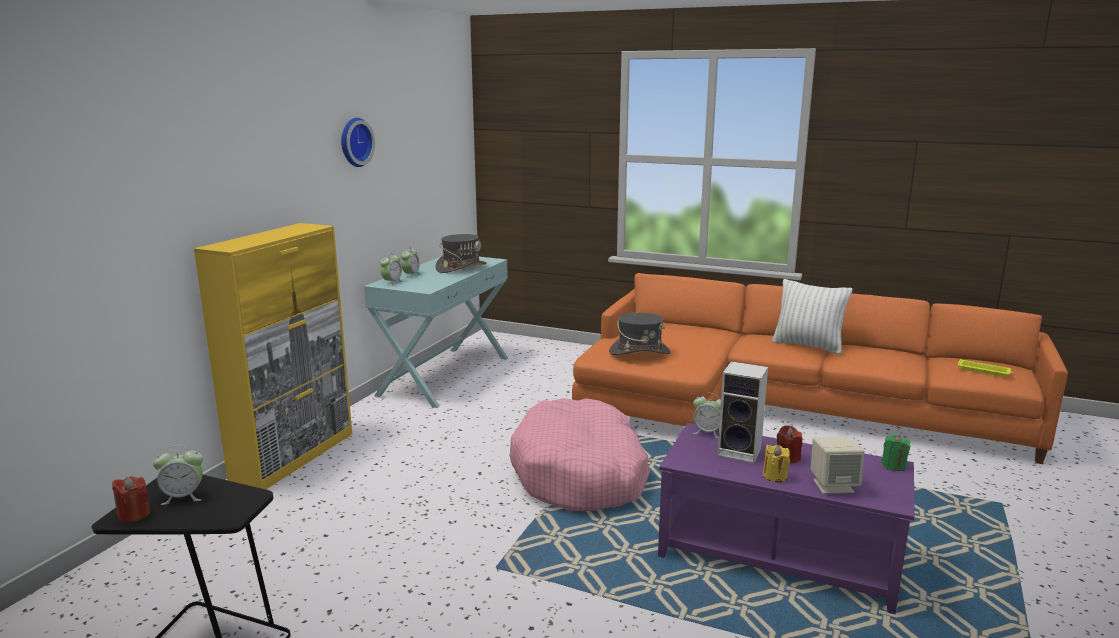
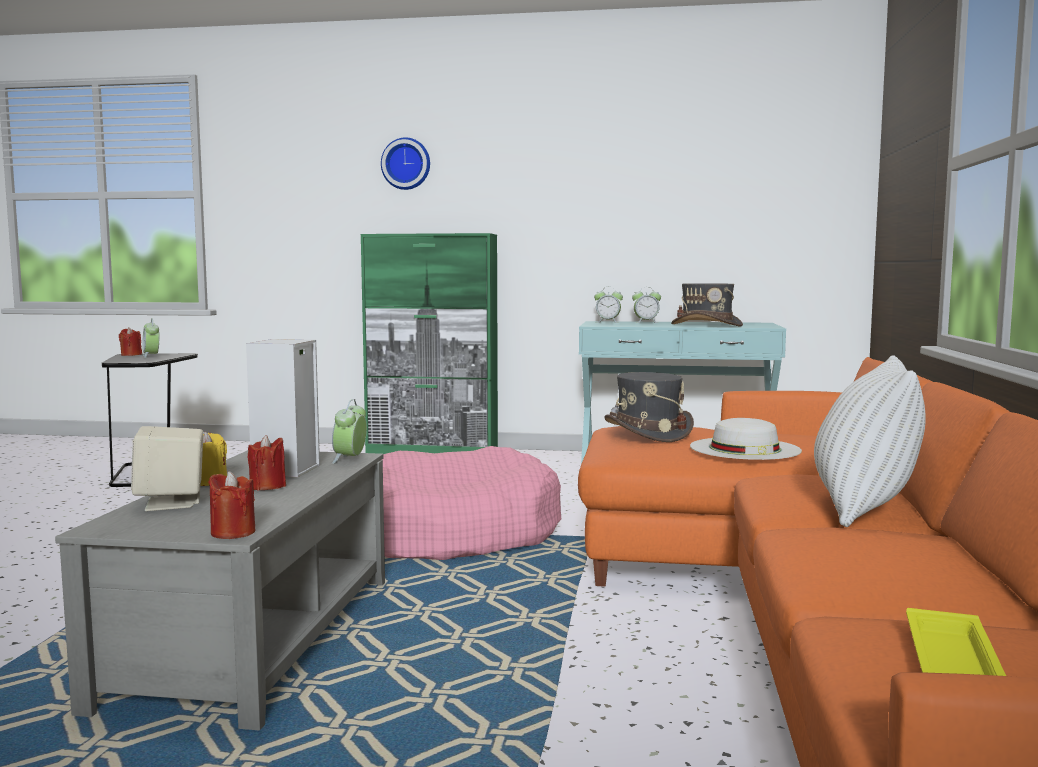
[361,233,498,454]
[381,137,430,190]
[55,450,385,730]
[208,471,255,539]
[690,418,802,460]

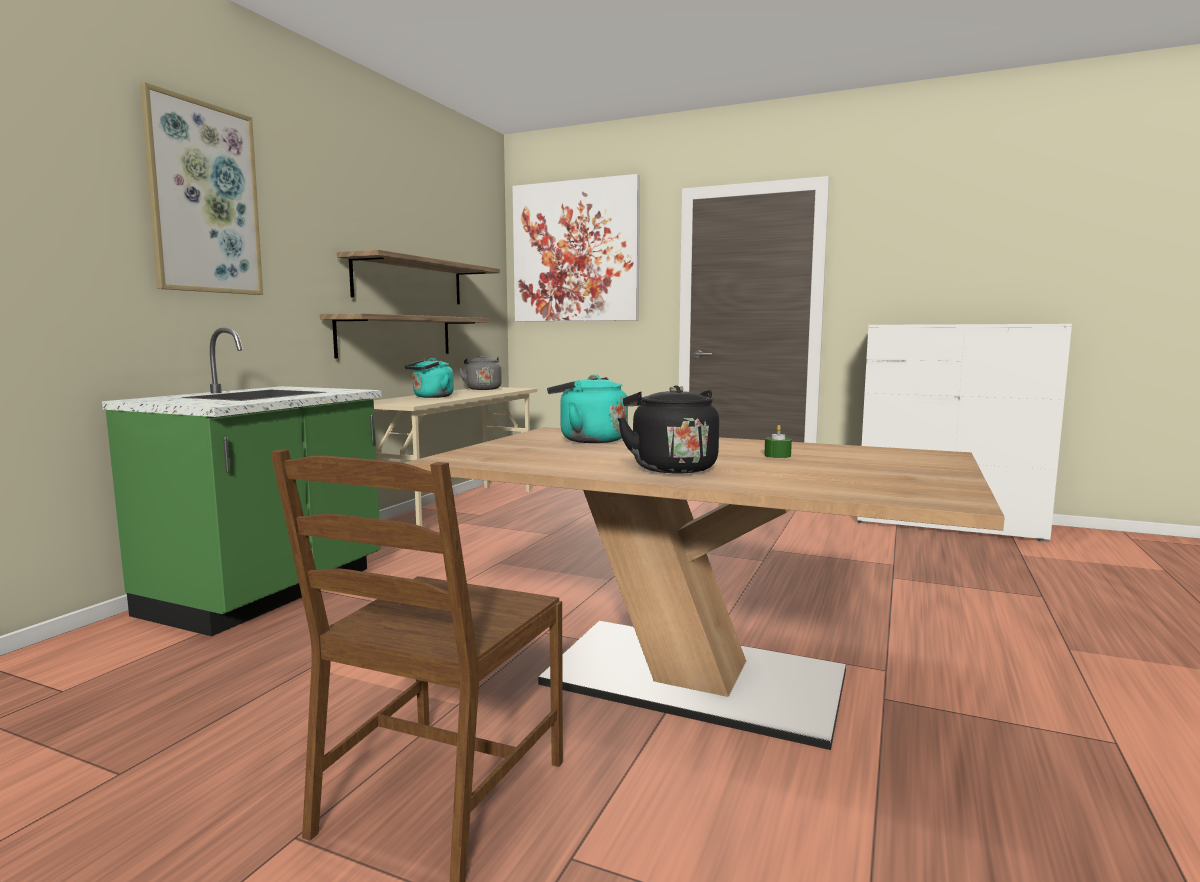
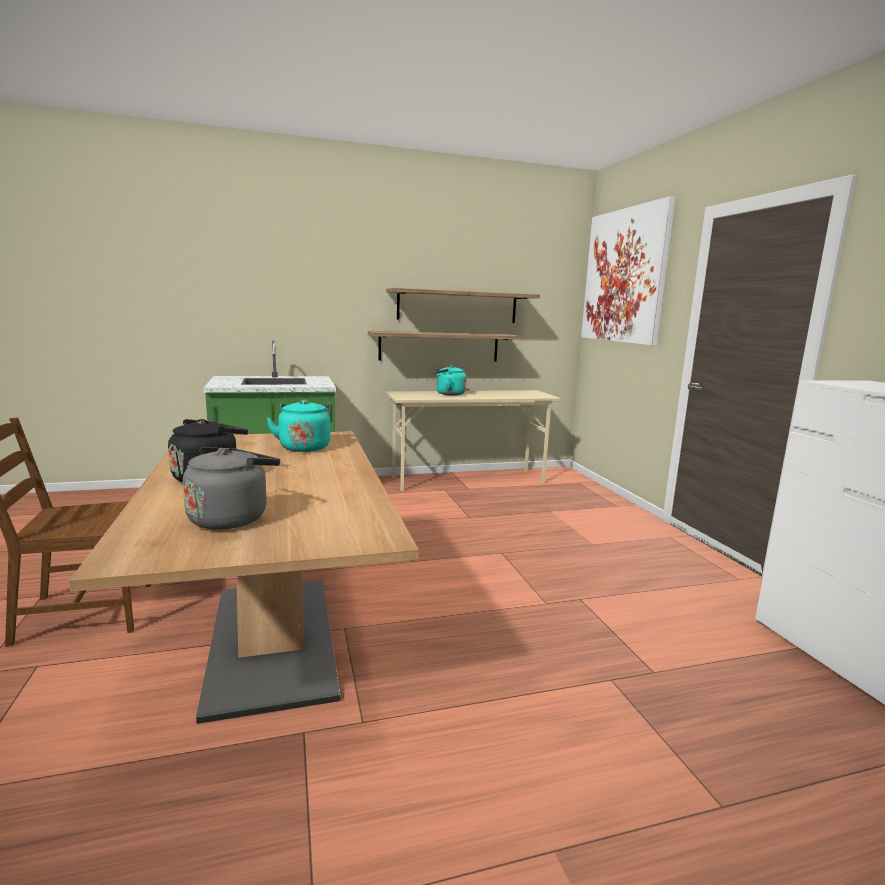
[140,82,263,295] (first image)
[183,447,280,530]
[764,425,792,458] (first image)

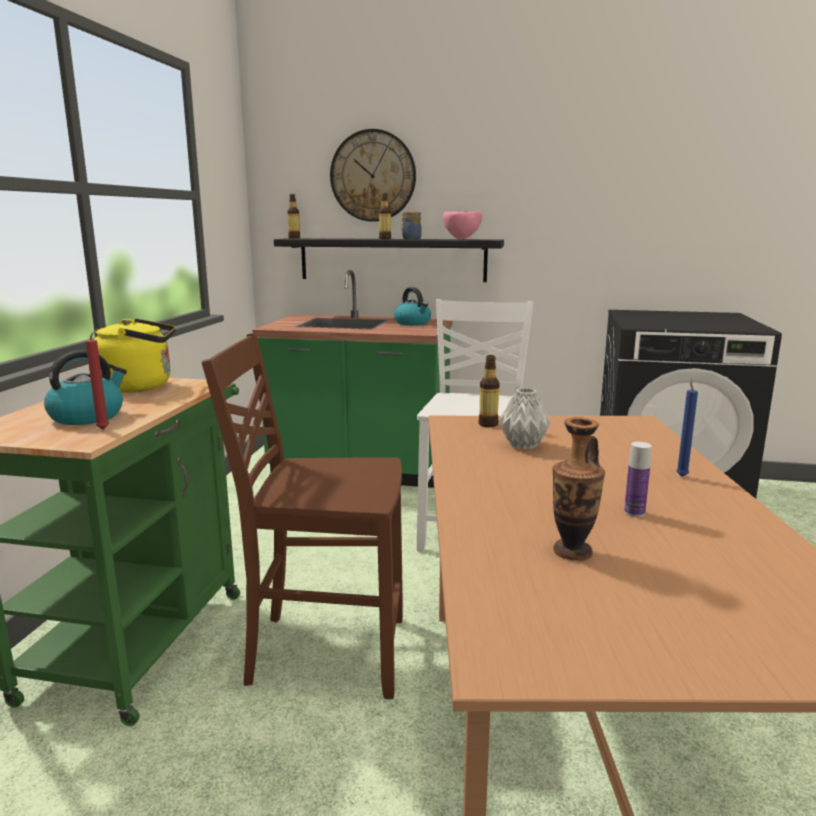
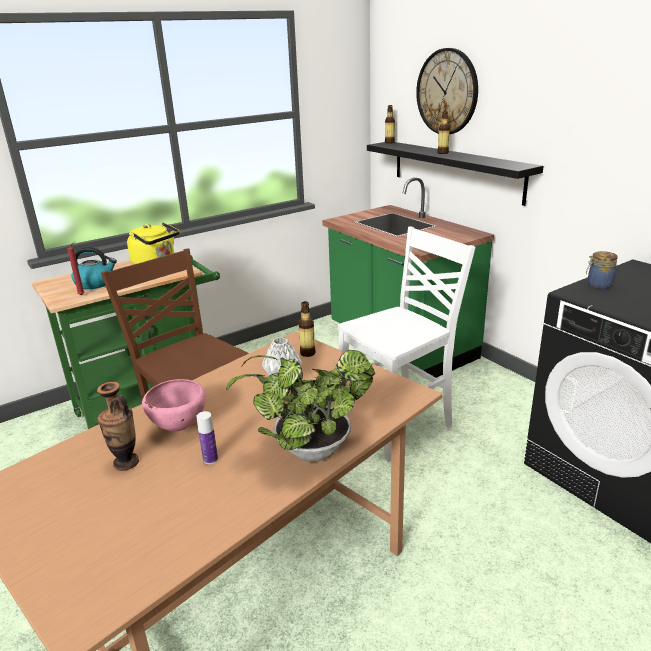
[394,287,431,325] (first image)
[586,251,617,289]
[142,379,206,431]
[226,350,375,462]

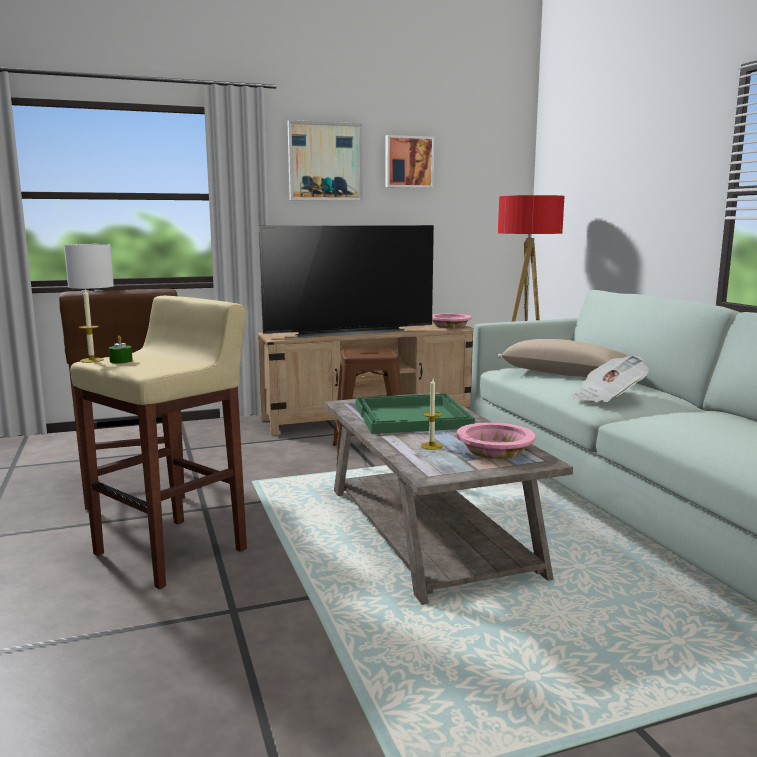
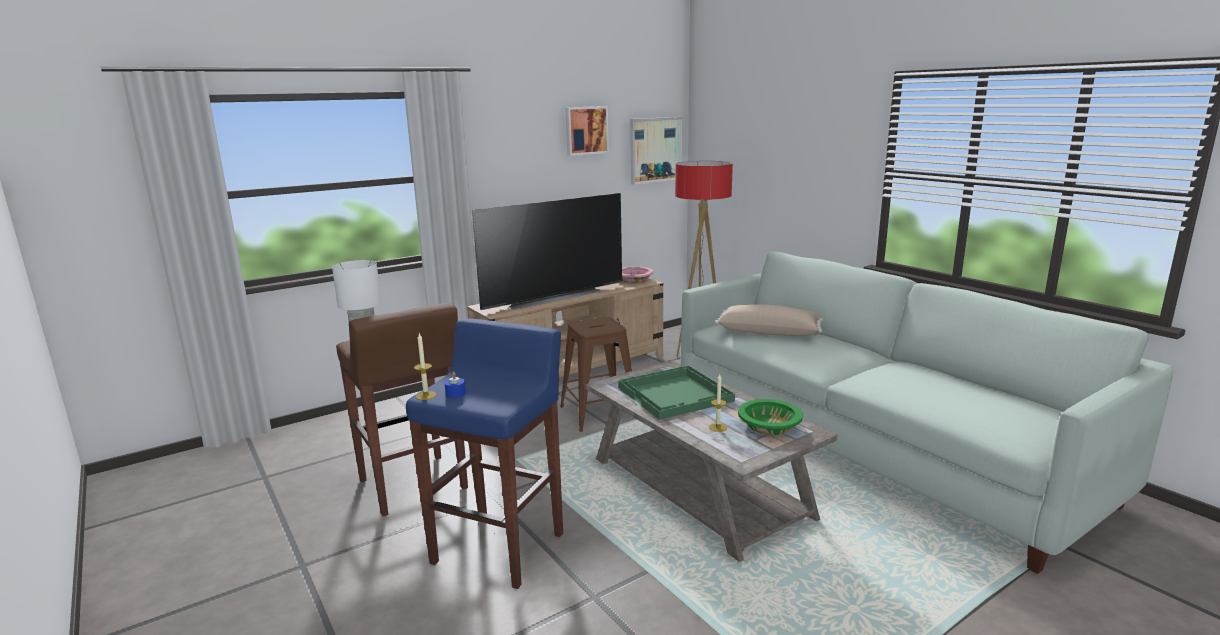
[406,319,563,589]
[445,372,466,398]
[630,117,683,185]
[738,399,803,435]
[573,356,649,402] (first image)

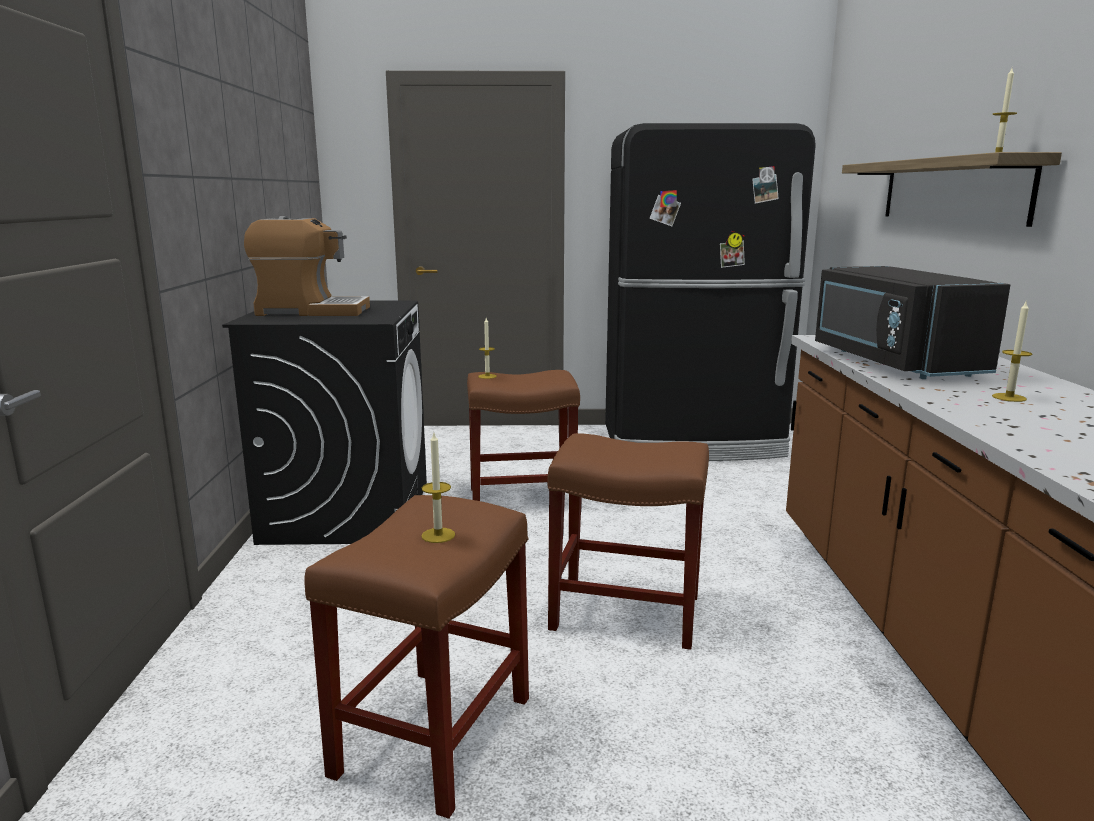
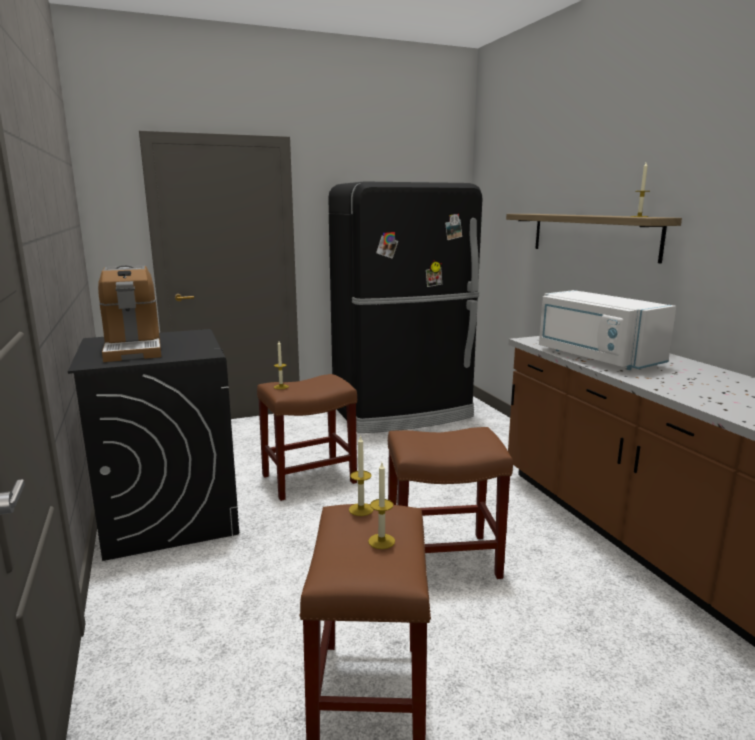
[98,265,162,362]
[539,290,676,370]
[349,435,373,516]

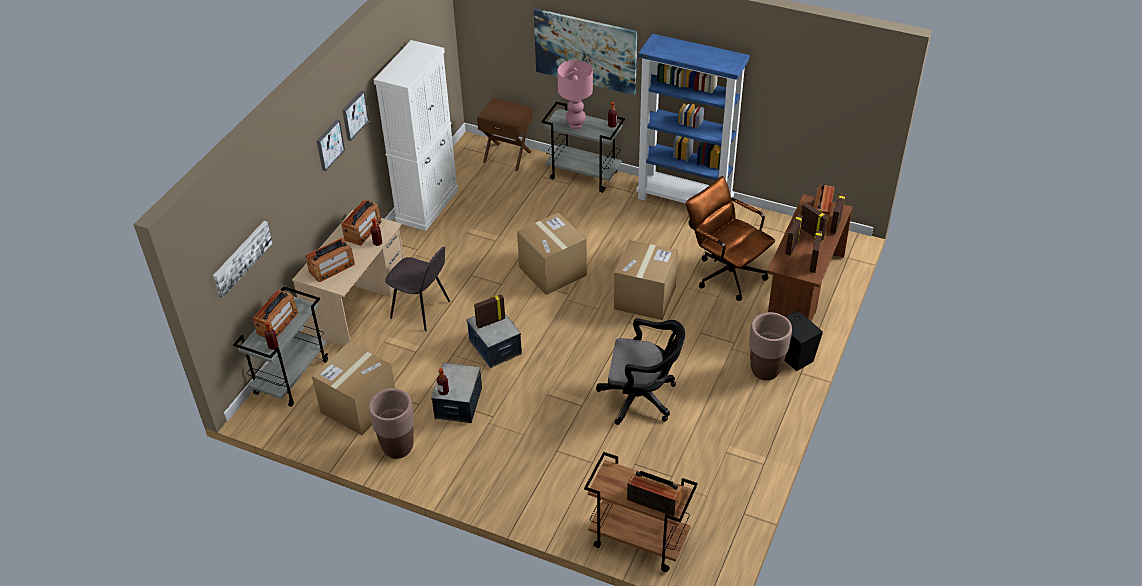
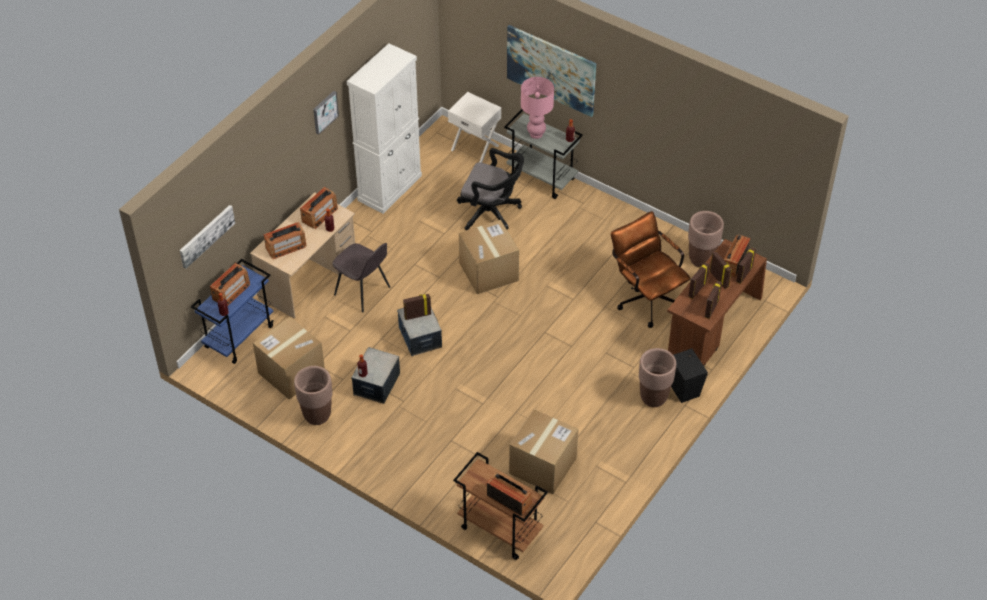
[191,259,274,364]
[317,120,345,171] (first image)
[448,92,501,163]
[457,148,524,230]
[509,409,579,494]
[636,34,750,204] (first image)
[688,211,724,267]

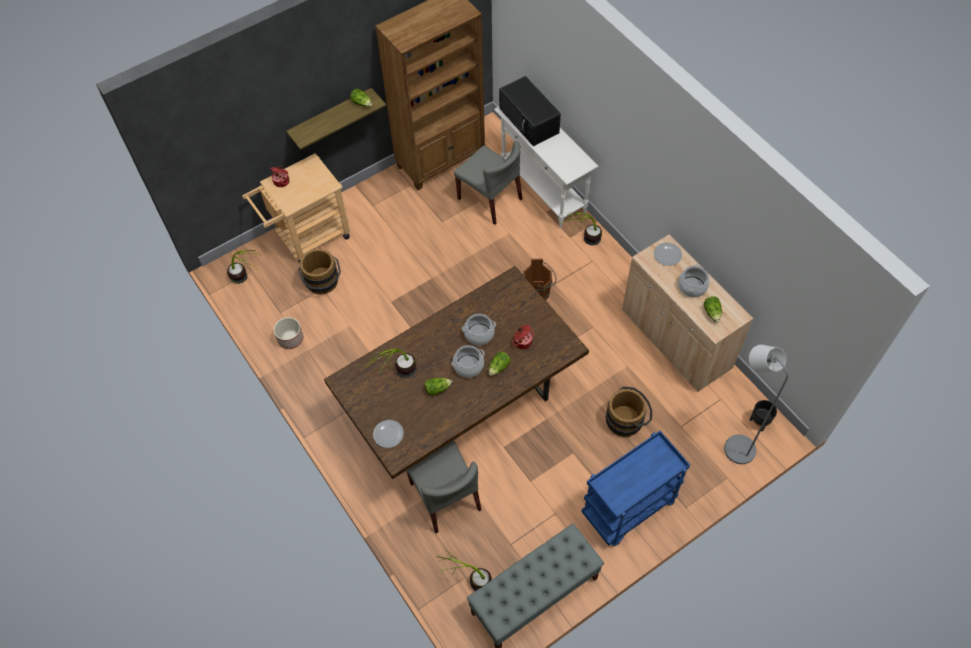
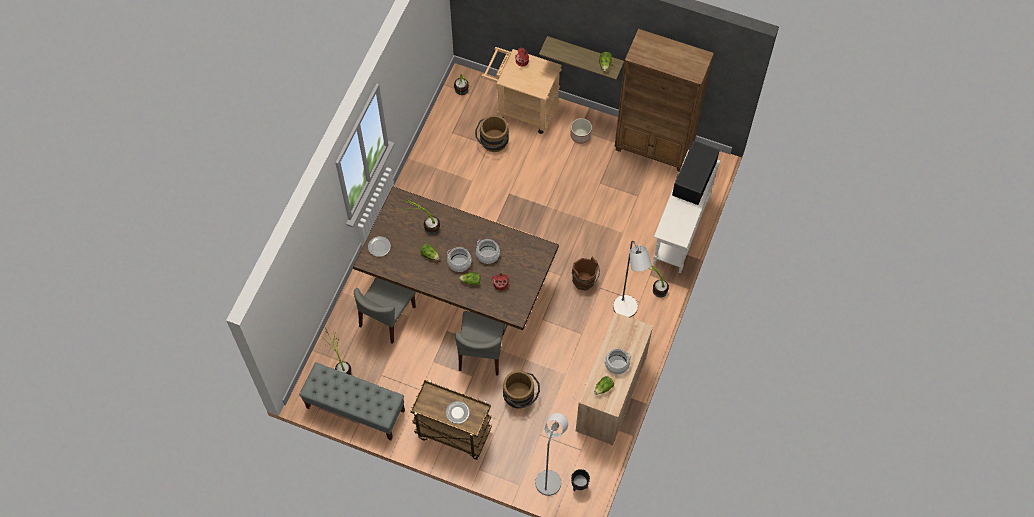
[570,118,592,144]
[455,311,505,376]
[410,380,492,460]
[446,401,470,424]
[613,241,652,317]

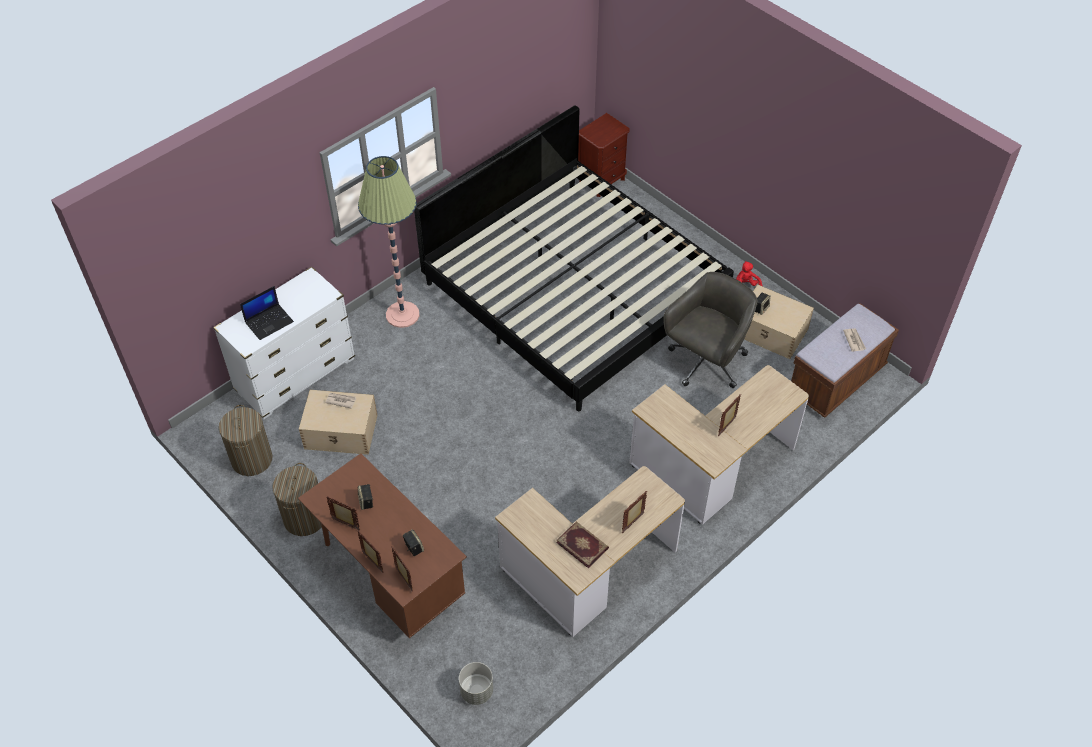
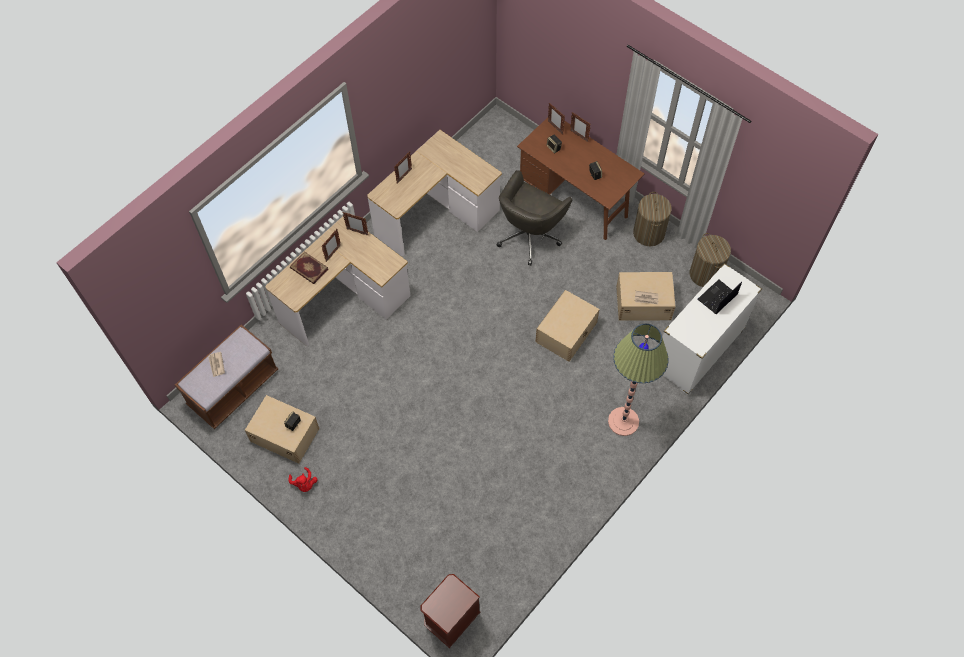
[342,212,368,236]
[414,105,734,411] (first image)
[459,662,493,705] (first image)
[290,251,328,284]
[497,170,572,265]
[535,290,600,362]

